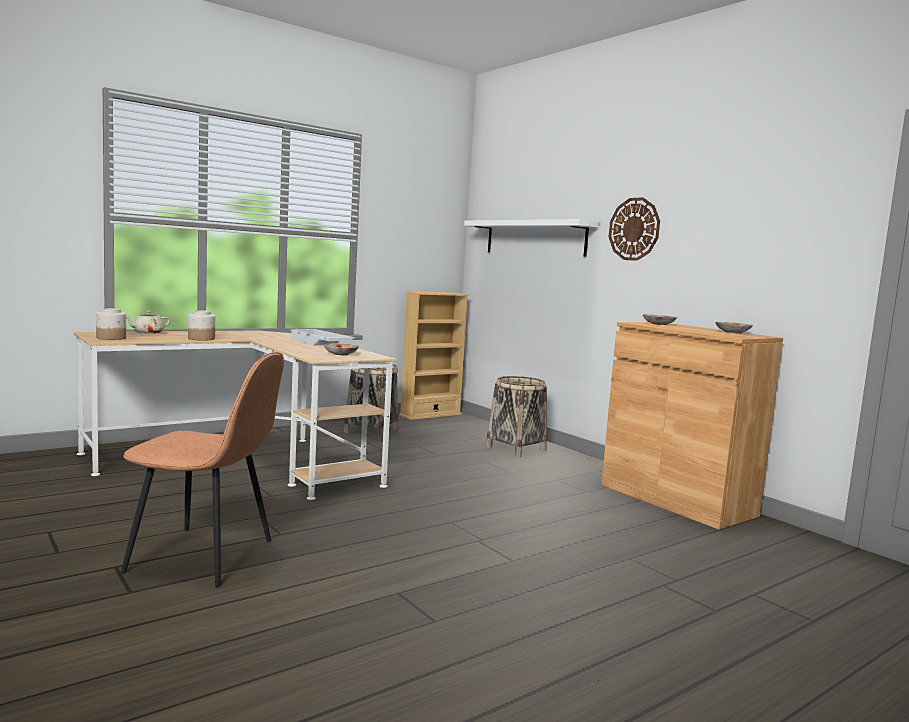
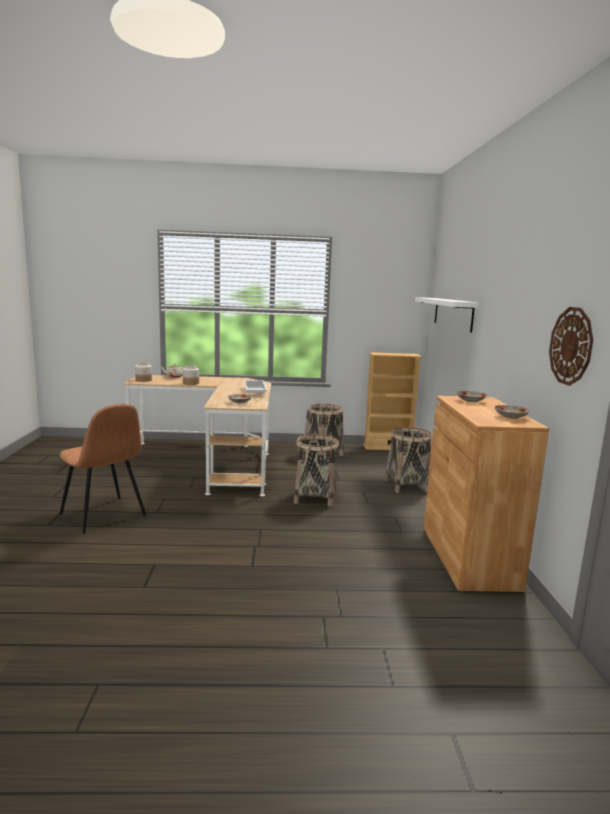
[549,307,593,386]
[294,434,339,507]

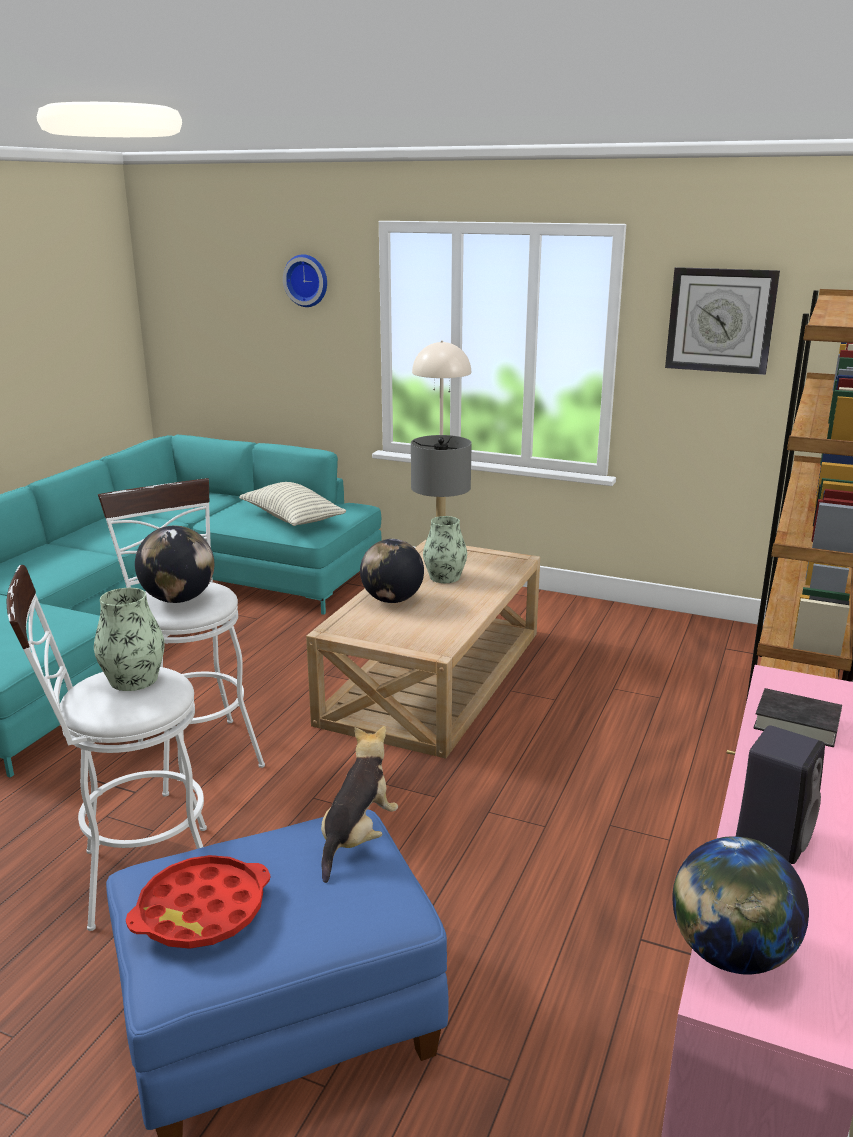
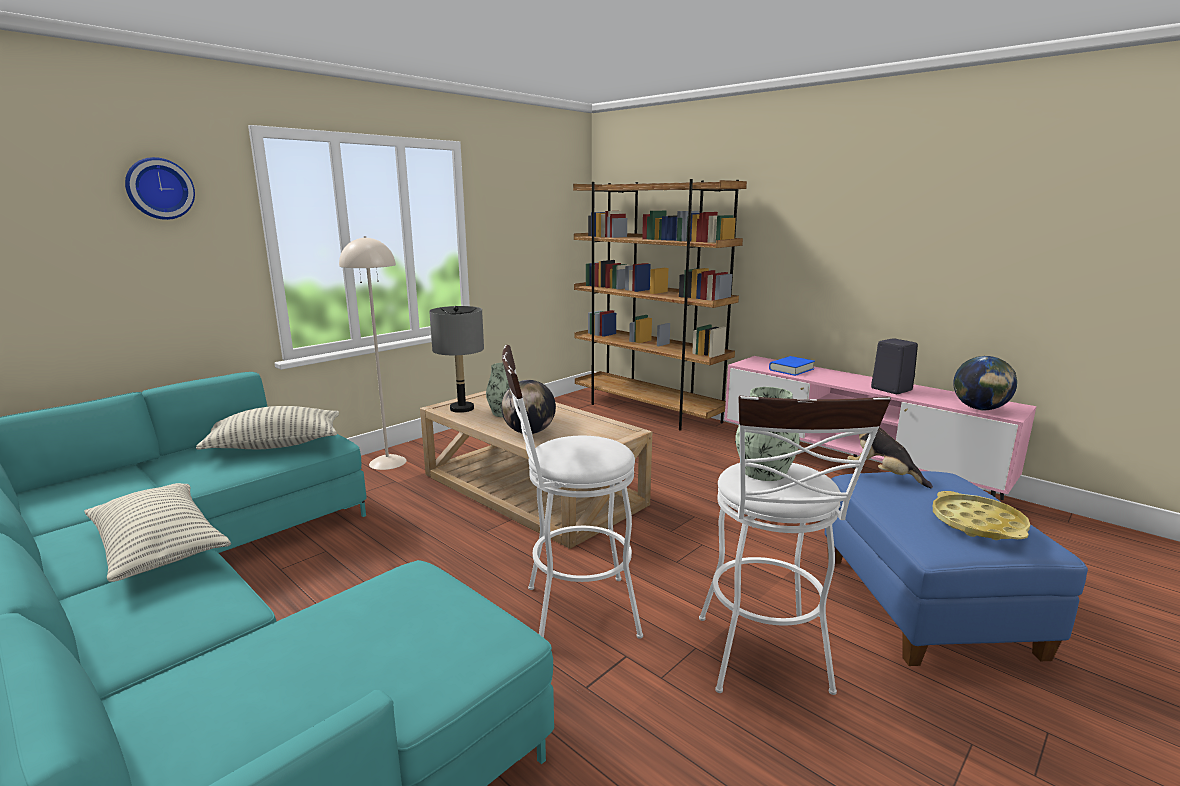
[933,491,1030,540]
[135,526,214,603] (first image)
[665,267,780,375] (first image)
[769,356,815,376]
[84,483,231,582]

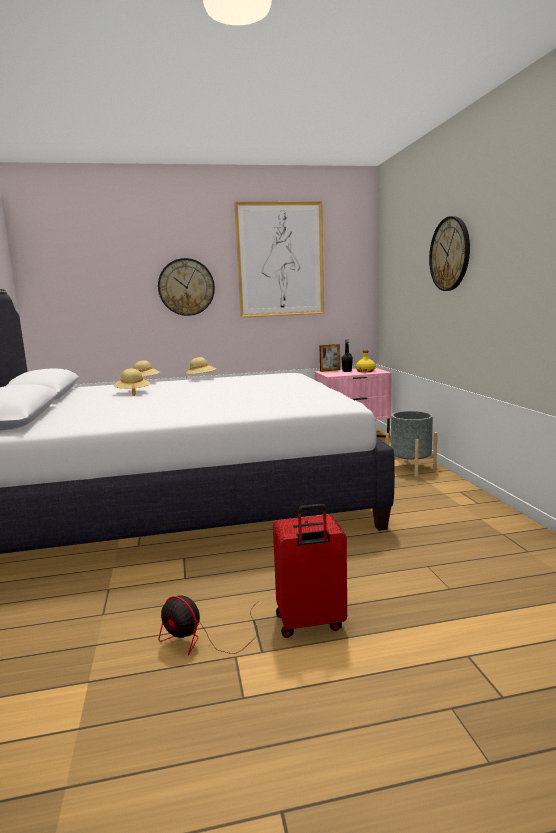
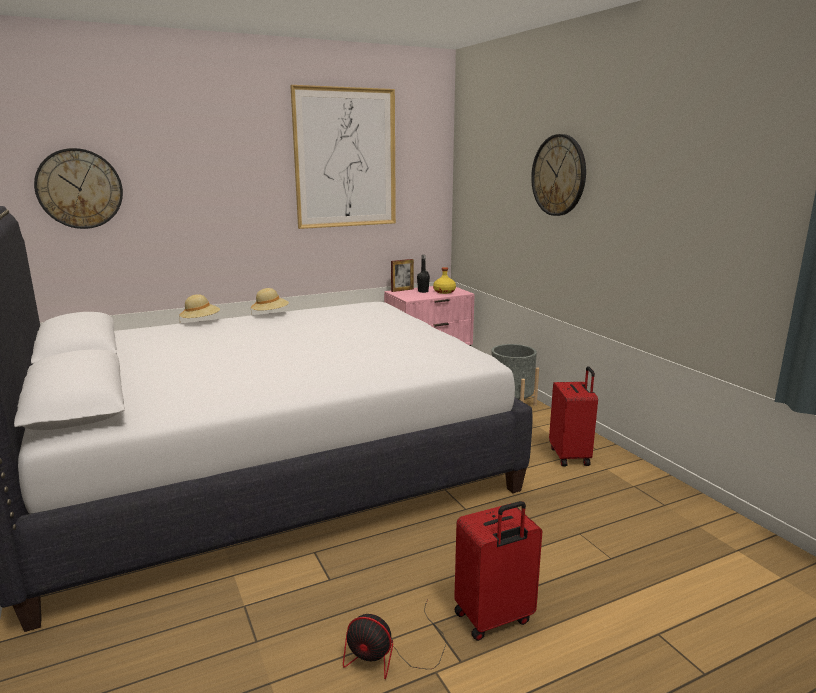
[114,369,150,396] (first image)
[34,148,123,229]
[549,366,598,467]

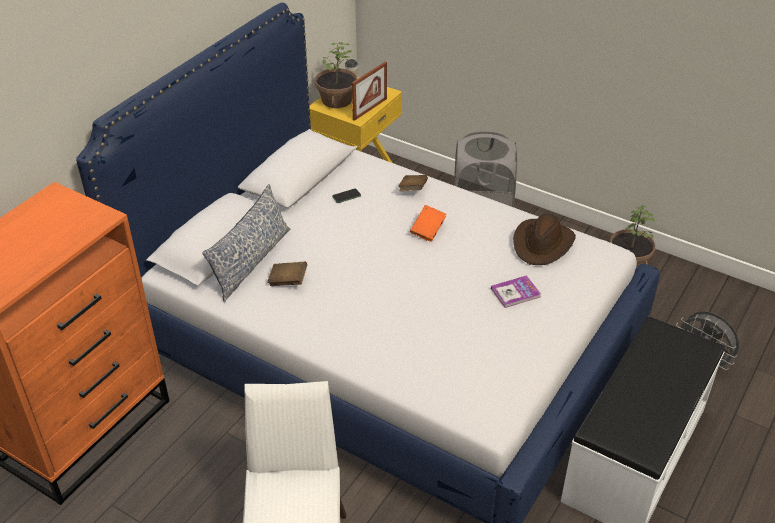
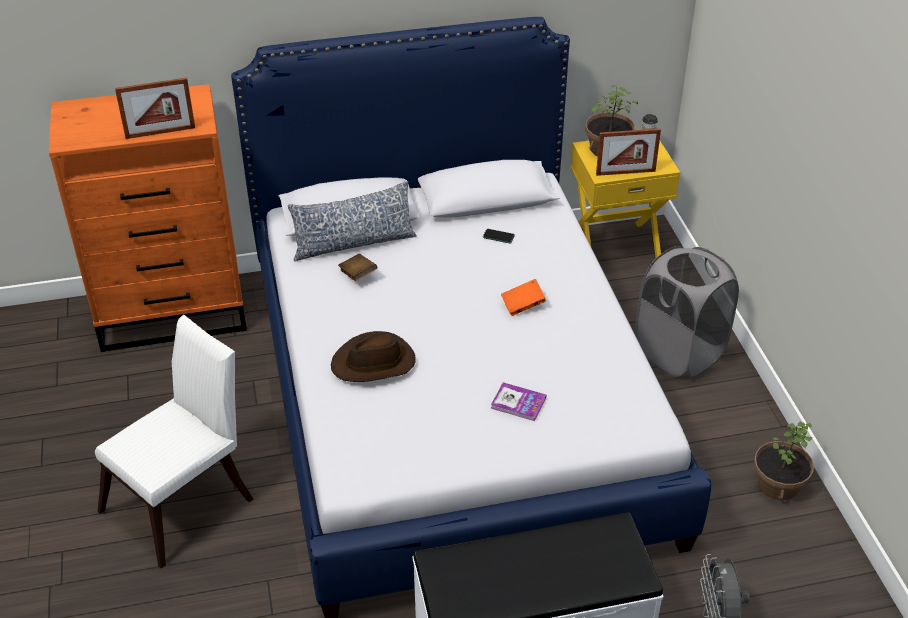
[399,175,428,191] (first image)
[331,331,416,382]
[115,78,195,139]

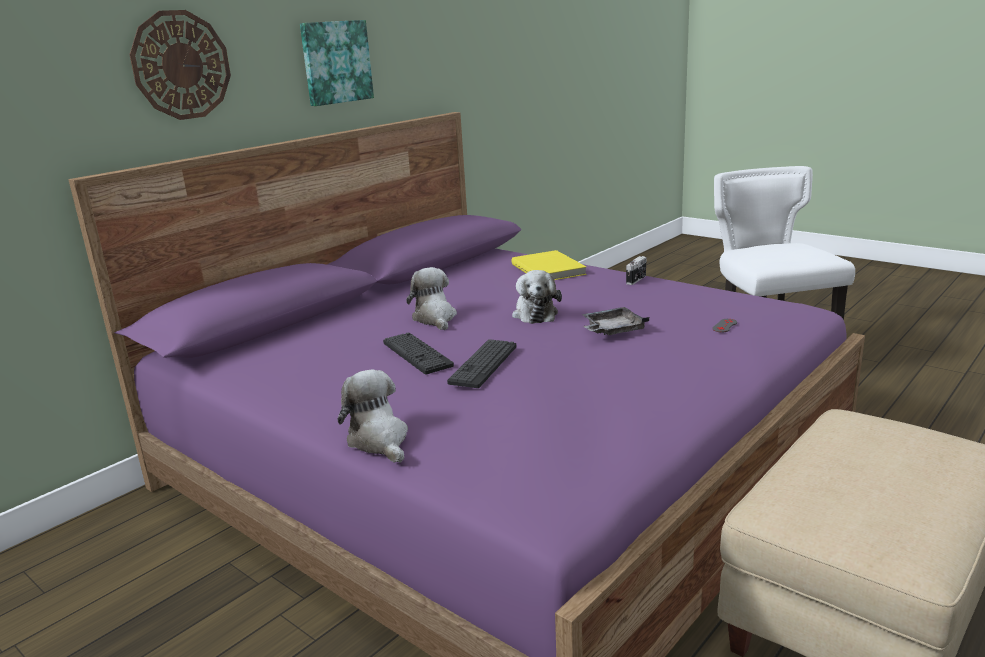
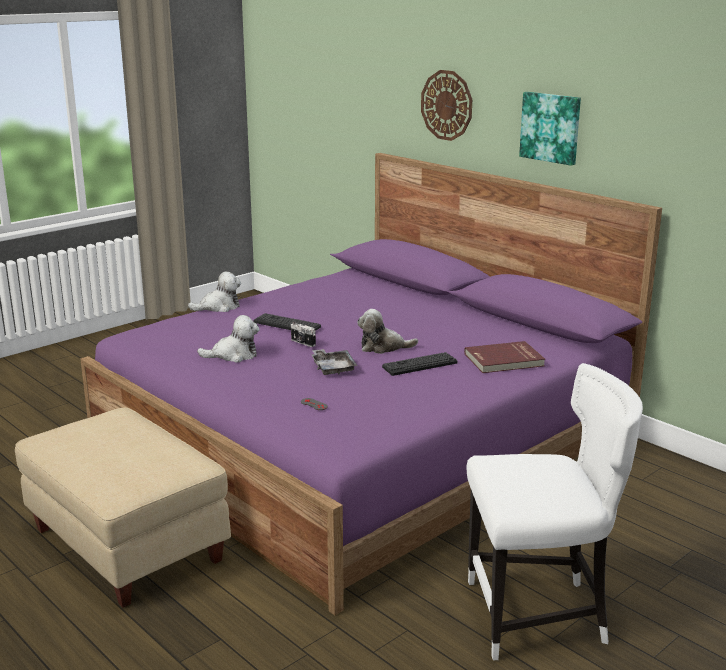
[382,352,458,376]
[197,315,260,363]
[464,341,545,373]
[291,322,316,347]

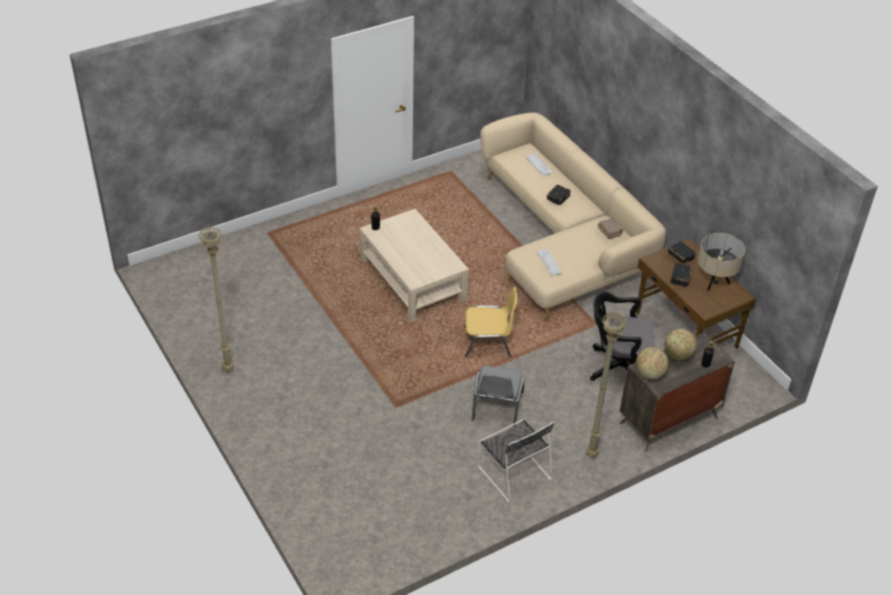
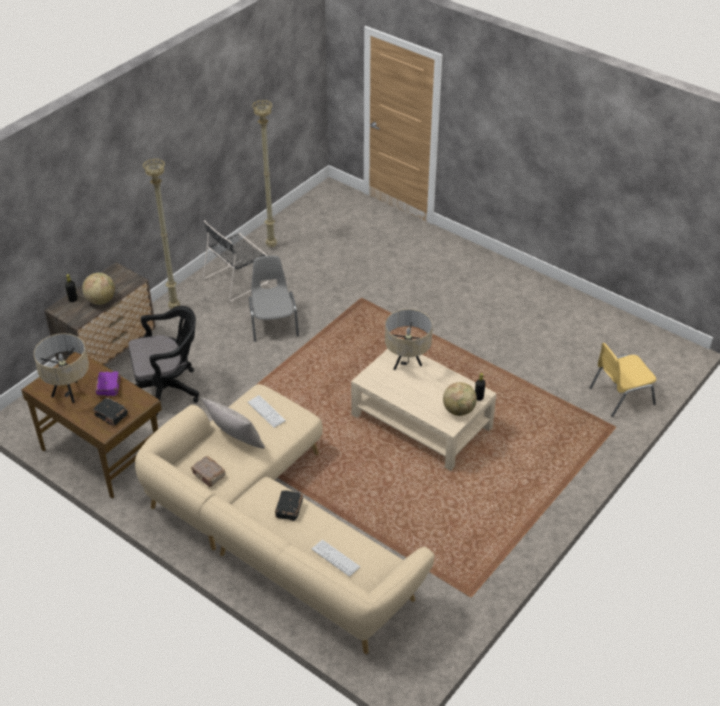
[252,100,277,248]
[590,343,656,417]
[203,220,269,301]
[443,382,477,416]
[95,371,120,396]
[201,397,265,448]
[385,309,433,370]

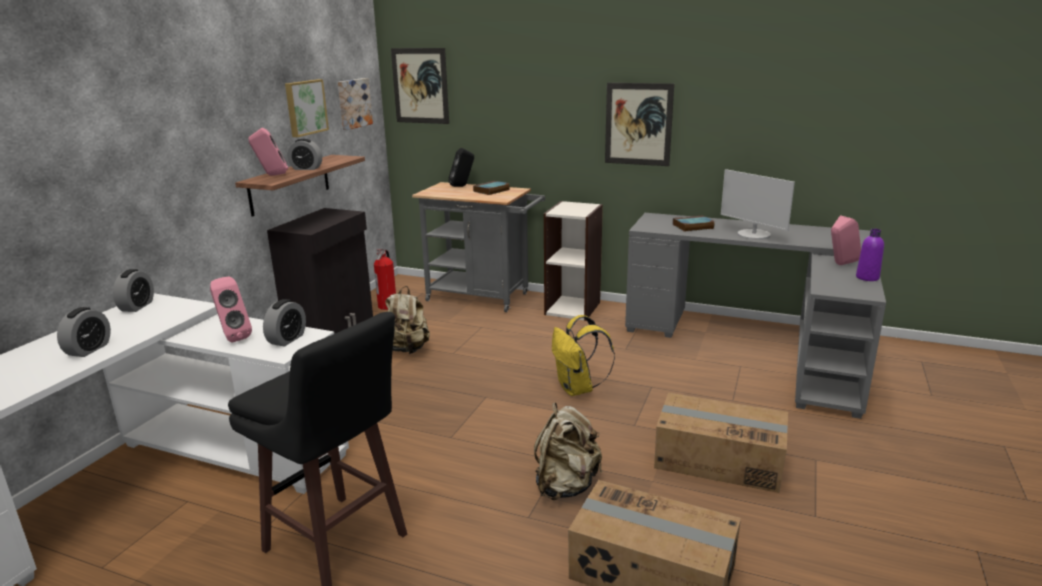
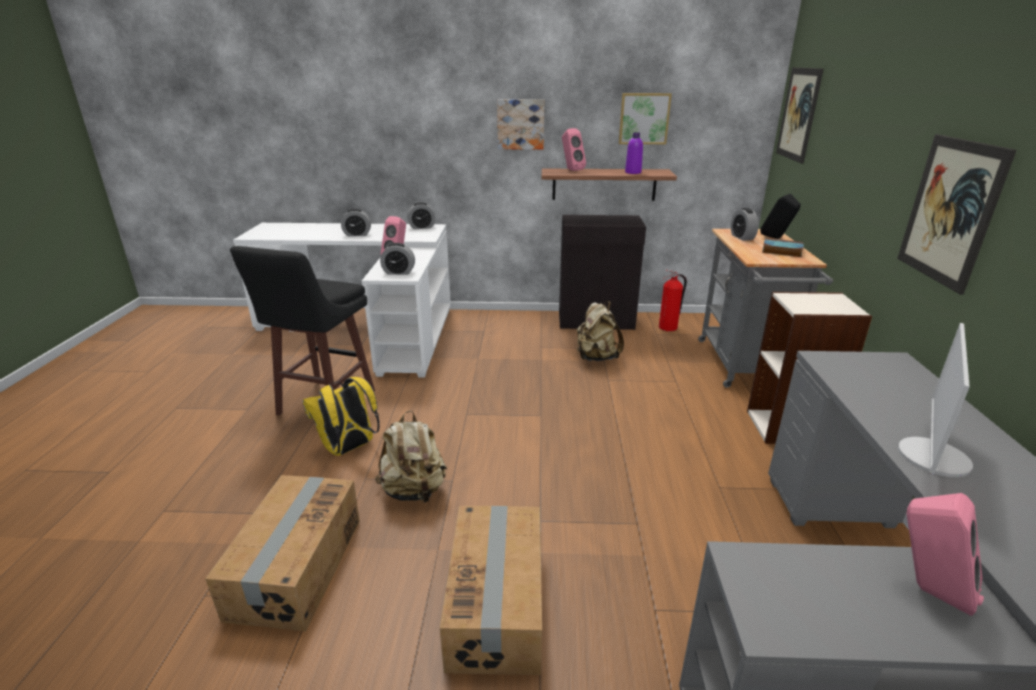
[731,208,759,241]
[497,99,544,150]
[302,377,379,456]
[673,215,715,232] (first image)
[625,132,643,174]

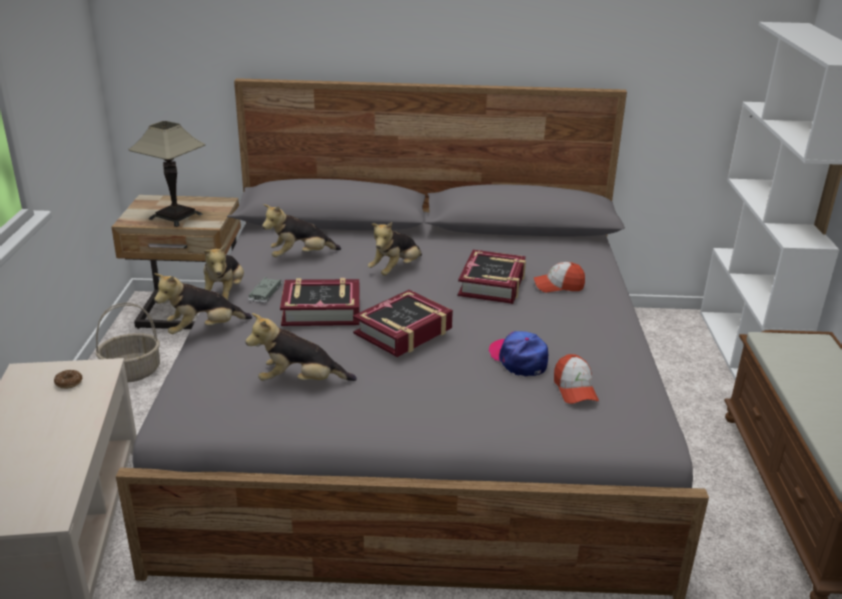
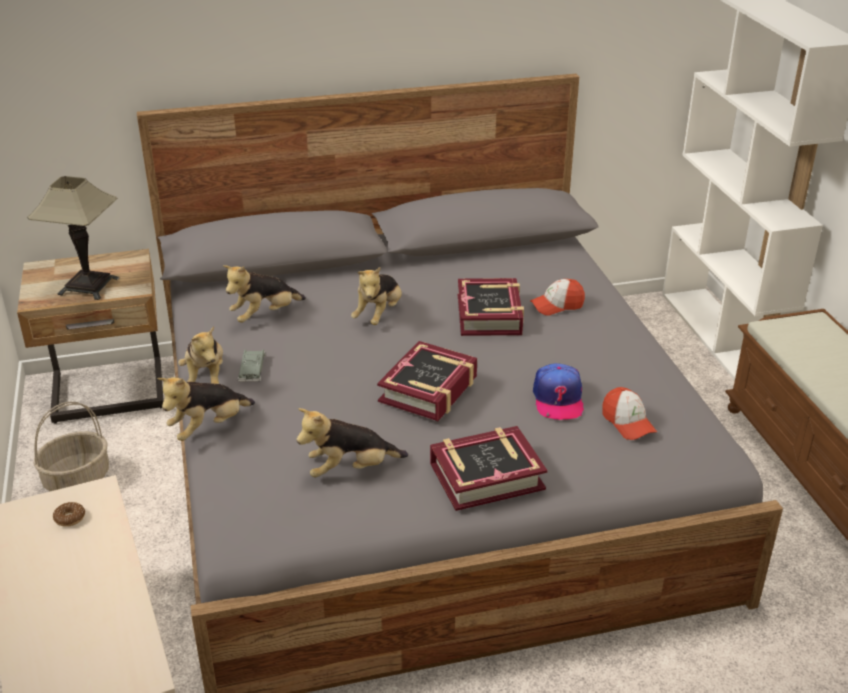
[430,426,547,511]
[533,363,584,420]

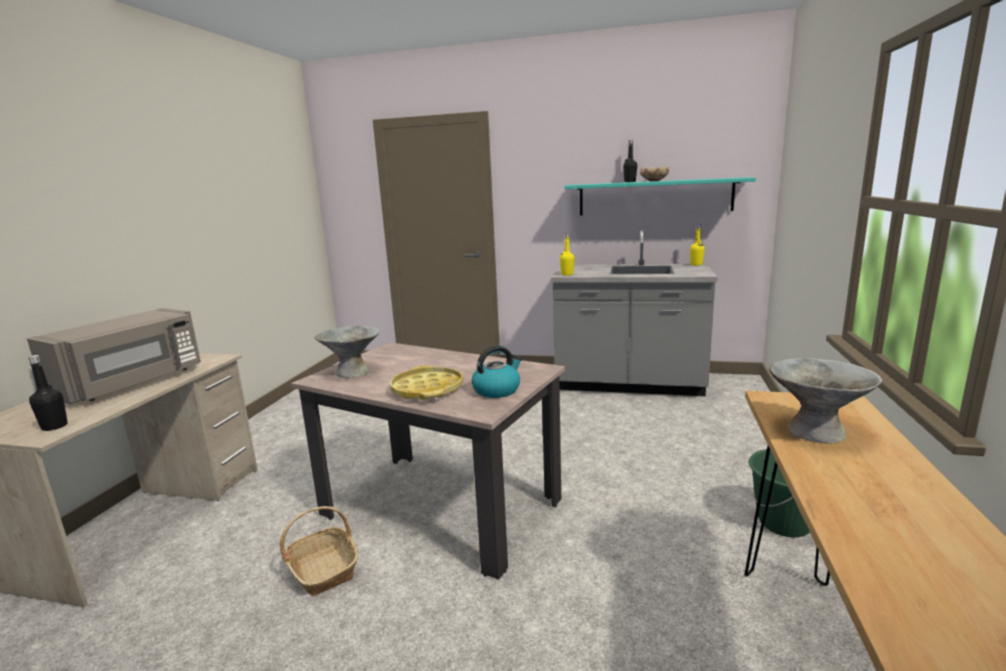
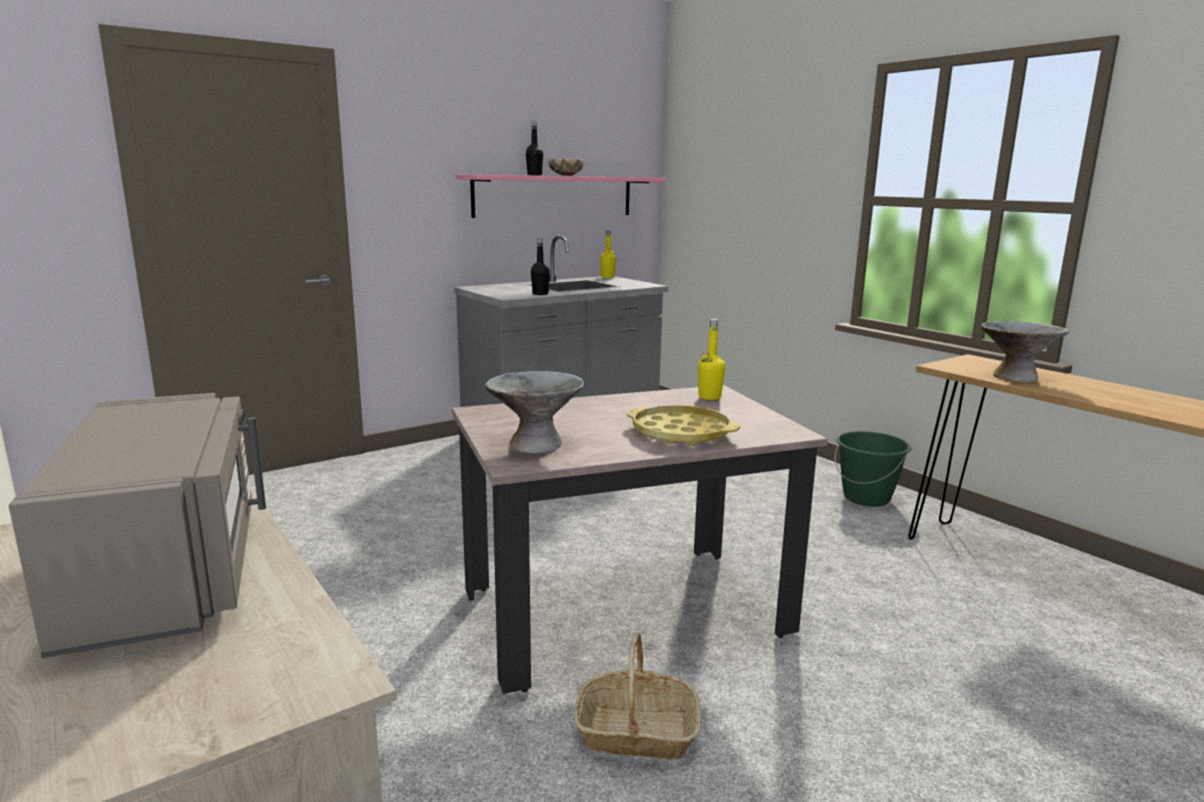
[531,238,550,295]
[471,346,522,398] (first image)
[698,319,725,400]
[456,175,666,218]

